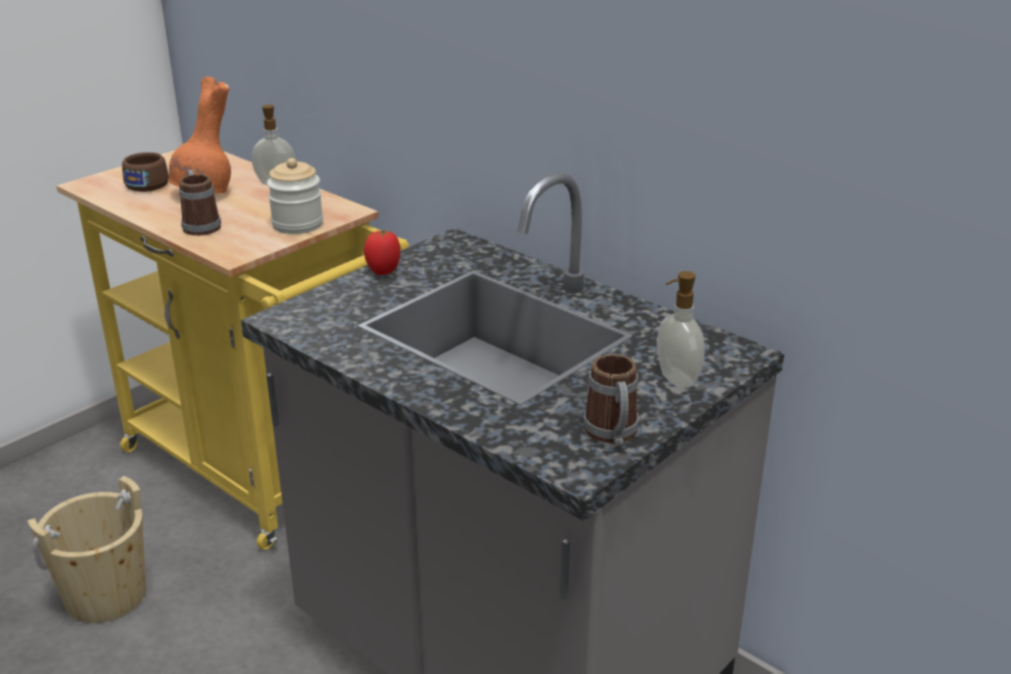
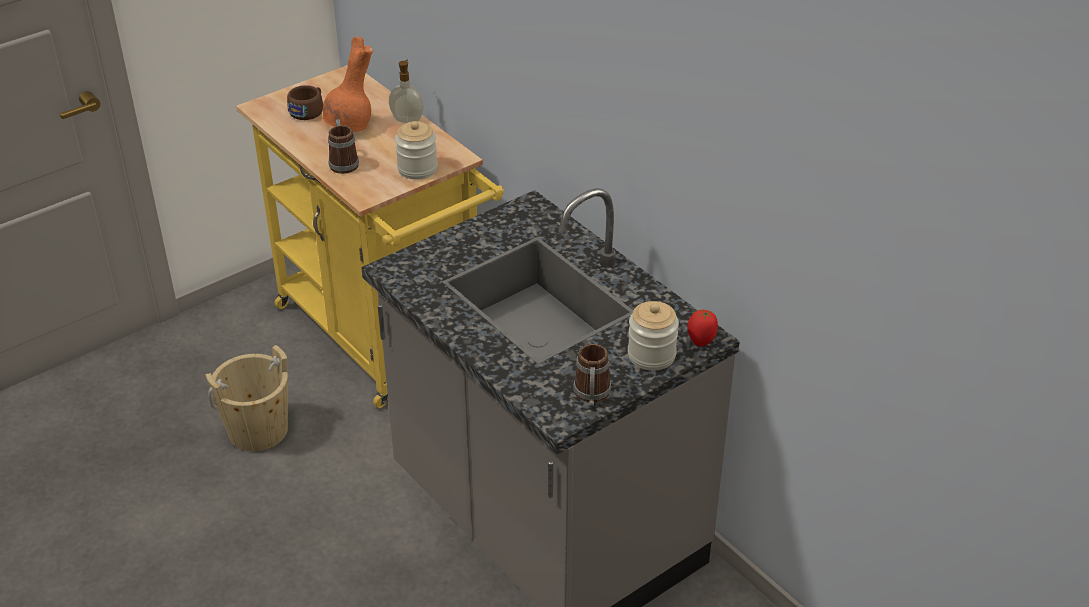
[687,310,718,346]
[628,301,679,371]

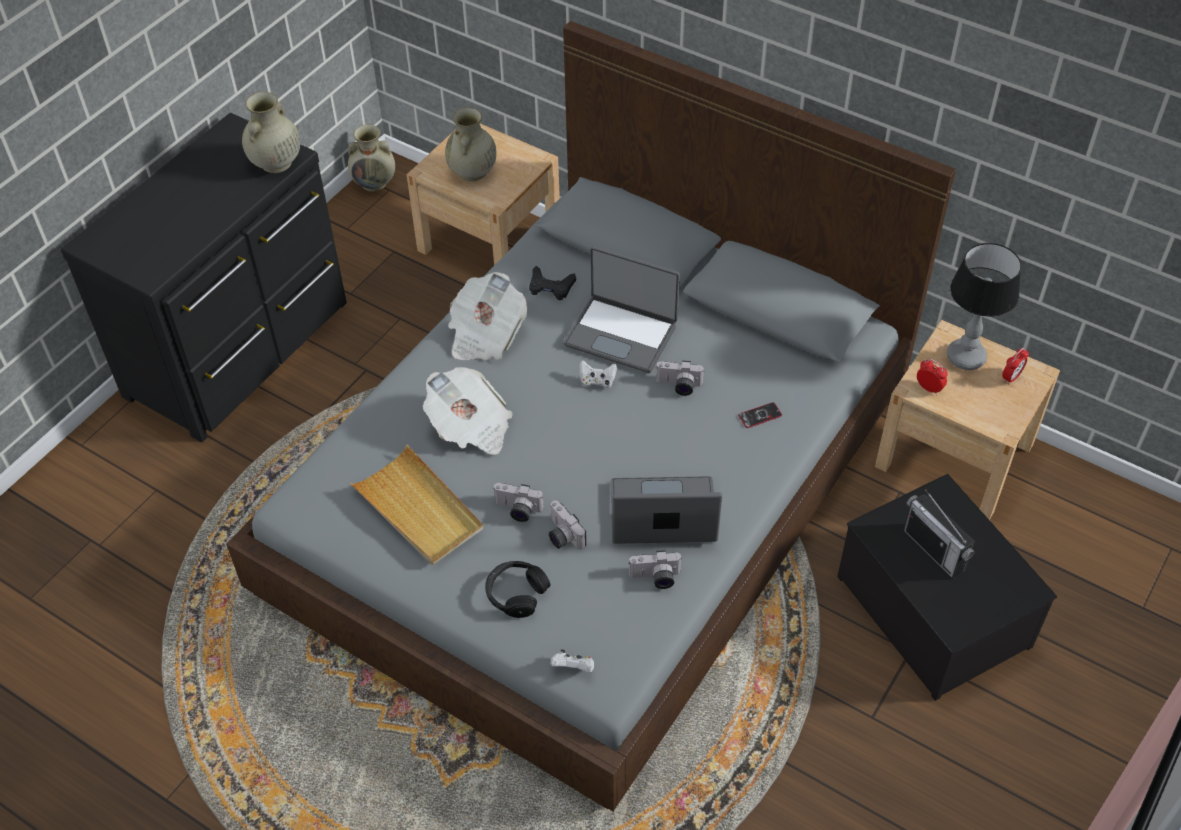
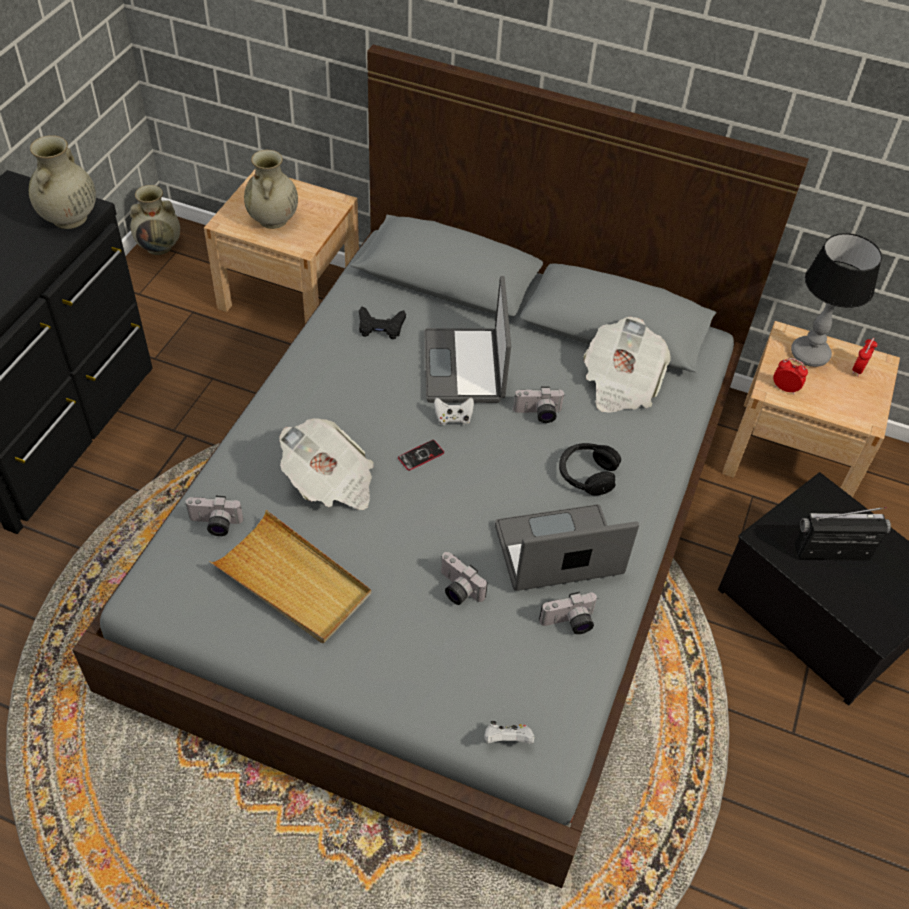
[583,317,671,412]
[559,443,621,496]
[185,496,243,536]
[424,276,511,403]
[398,440,444,471]
[794,507,891,560]

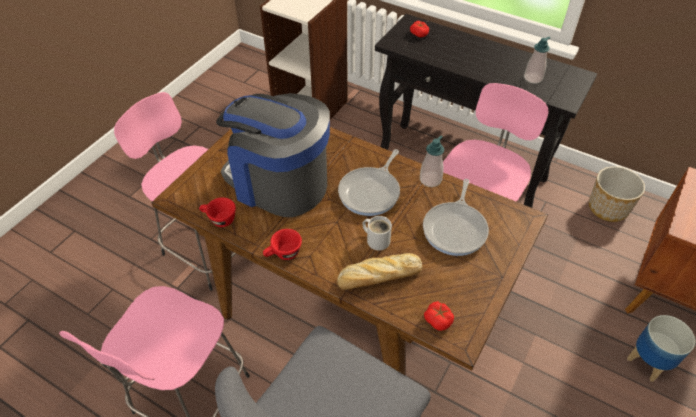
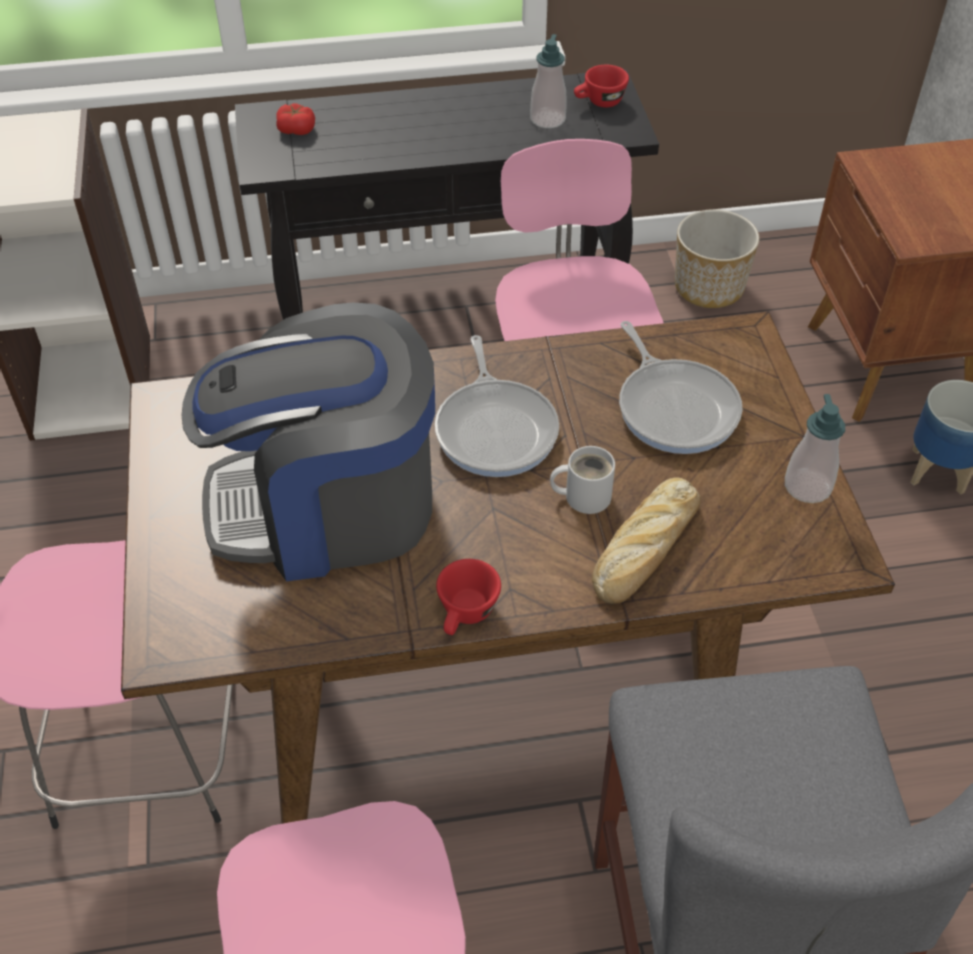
[574,65,629,107]
[785,394,845,503]
[424,301,454,331] (first image)

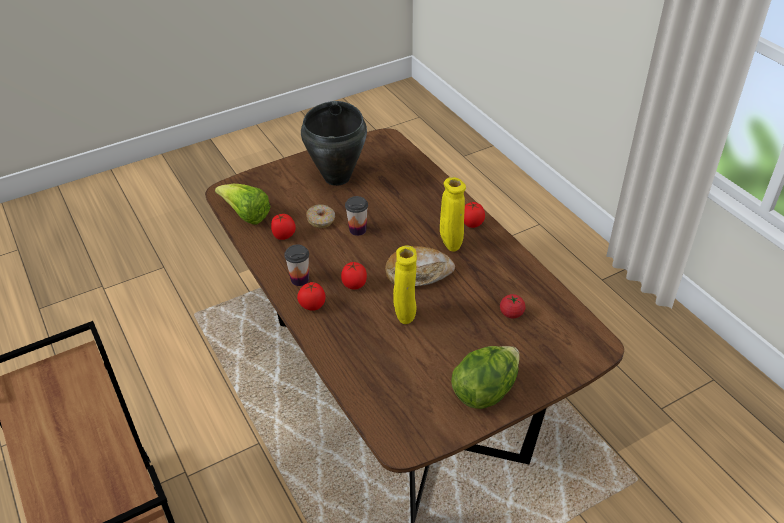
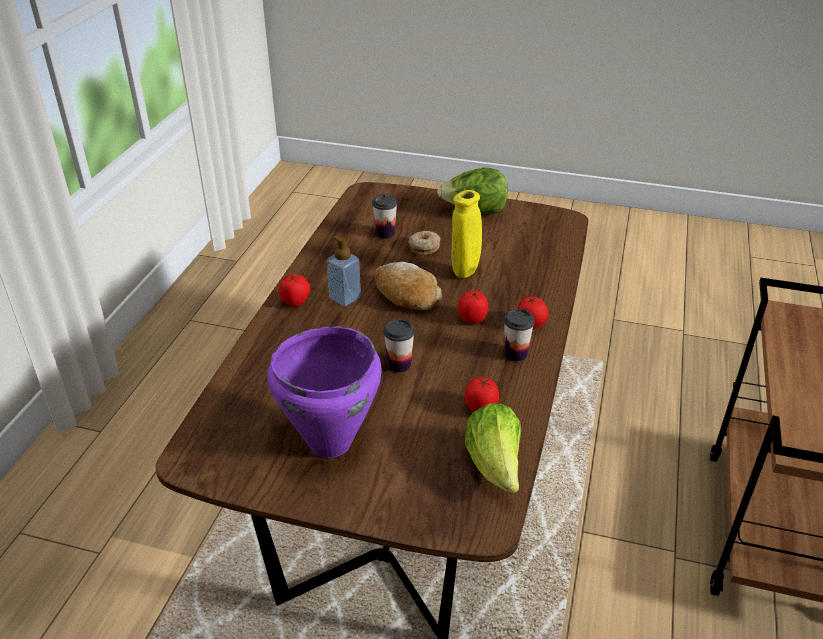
[267,326,382,458]
[409,231,440,255]
[327,235,361,306]
[372,194,397,239]

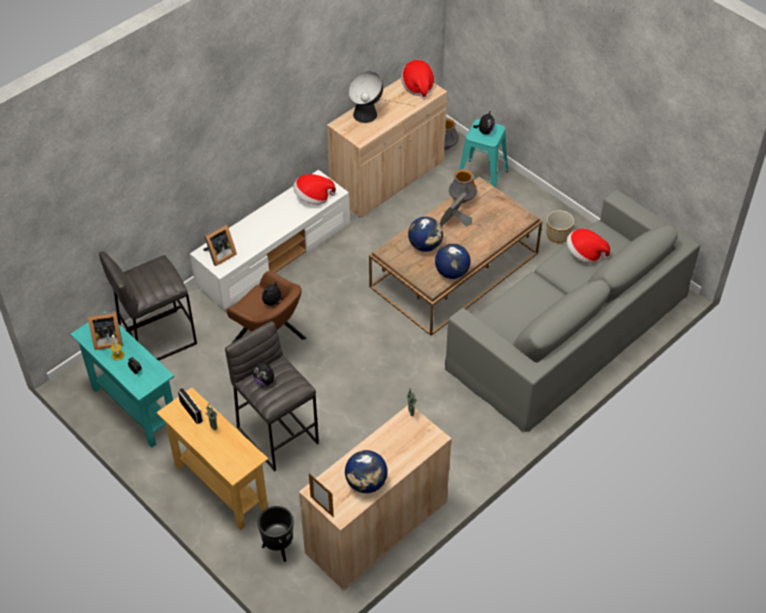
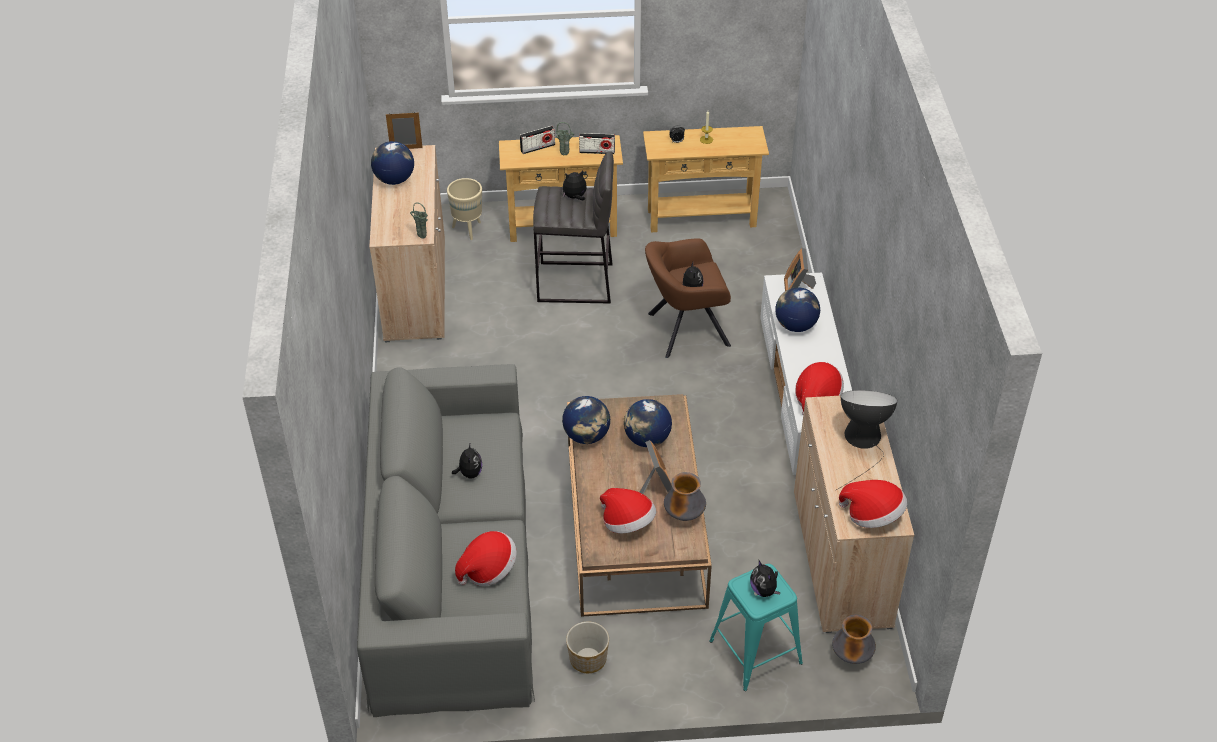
[643,126,769,232]
[88,311,123,350] (first image)
[99,251,197,361] (first image)
[447,178,482,240]
[452,444,482,479]
[520,126,555,154]
[600,488,656,533]
[775,287,820,332]

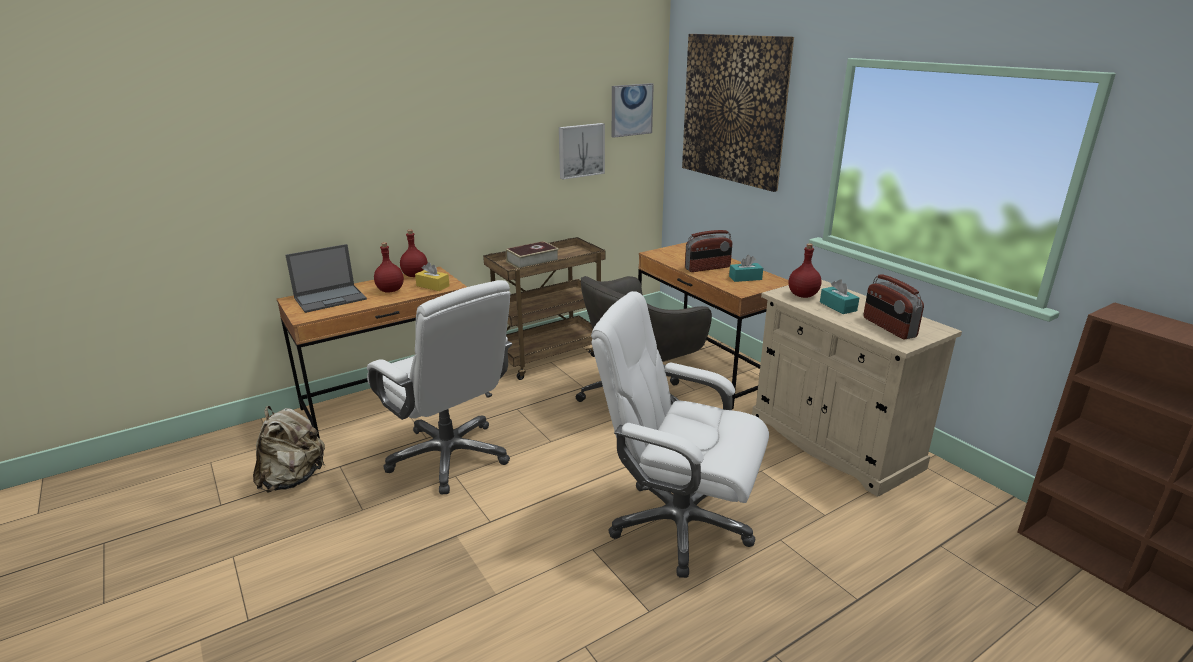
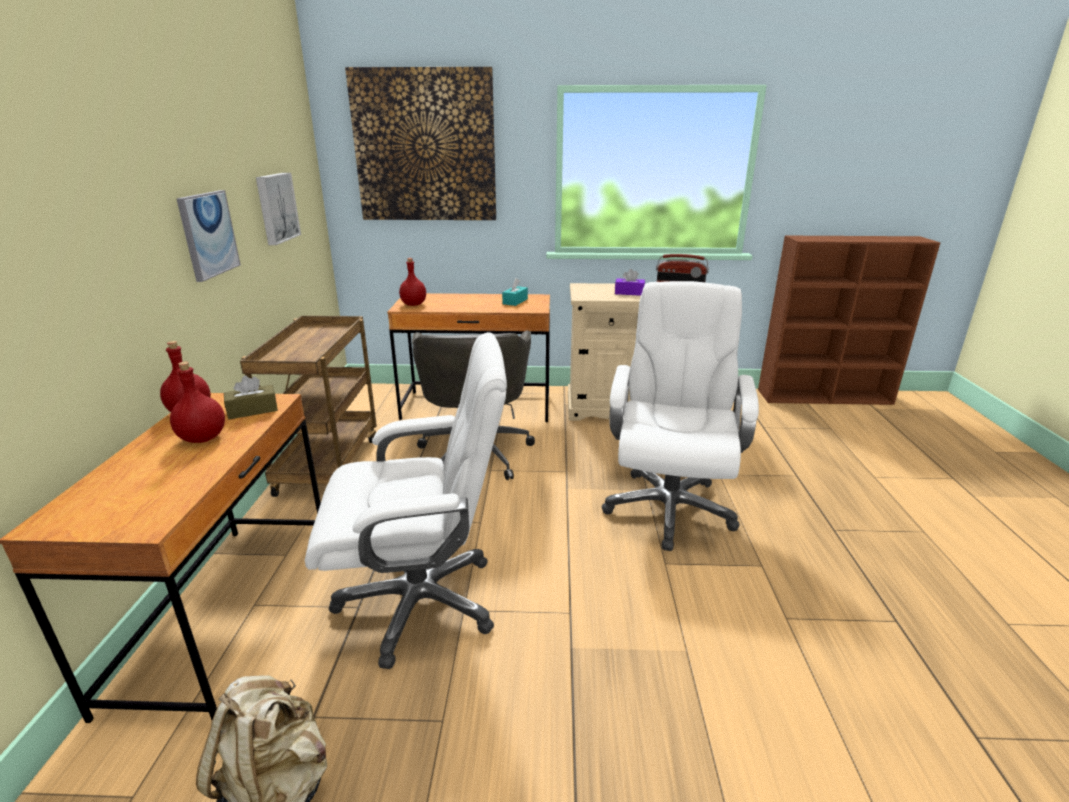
[285,244,367,313] (first image)
[224,375,278,419]
[506,241,559,268] (first image)
[602,281,759,551]
[176,190,241,282]
[685,230,732,272] (first image)
[399,258,426,306]
[615,269,645,296]

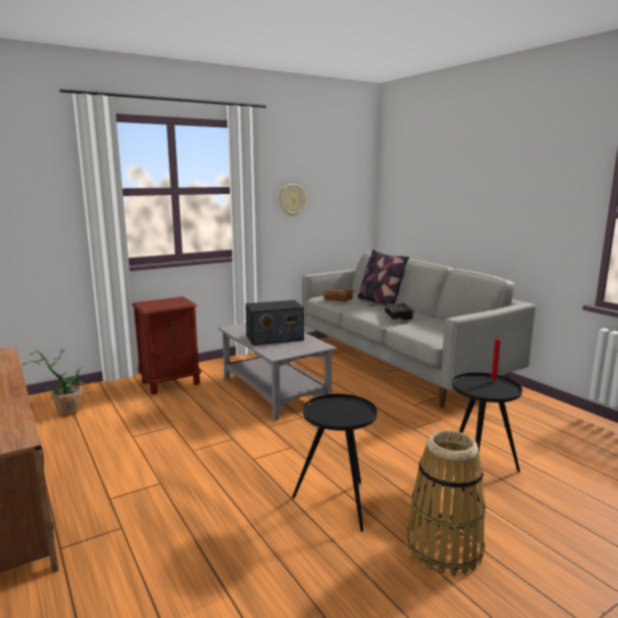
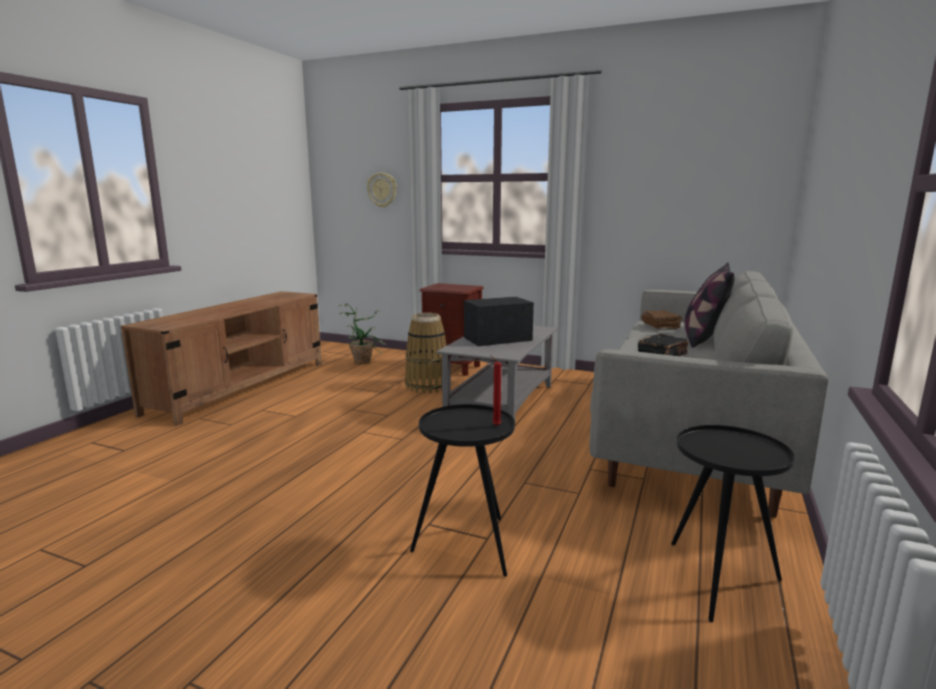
[464,297,534,346]
[367,173,397,208]
[671,425,795,622]
[405,313,446,394]

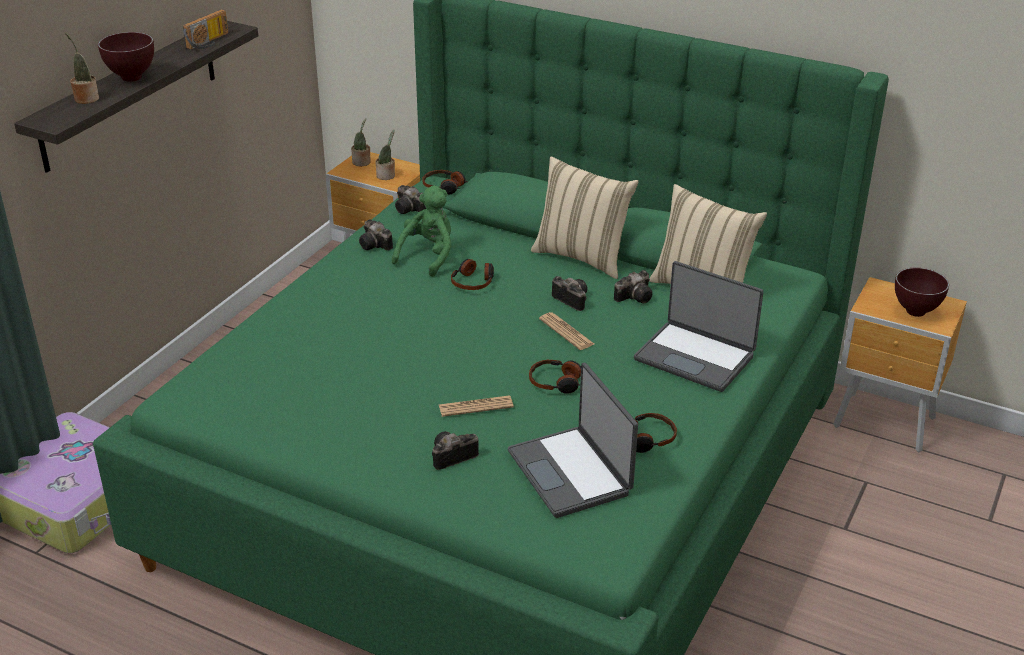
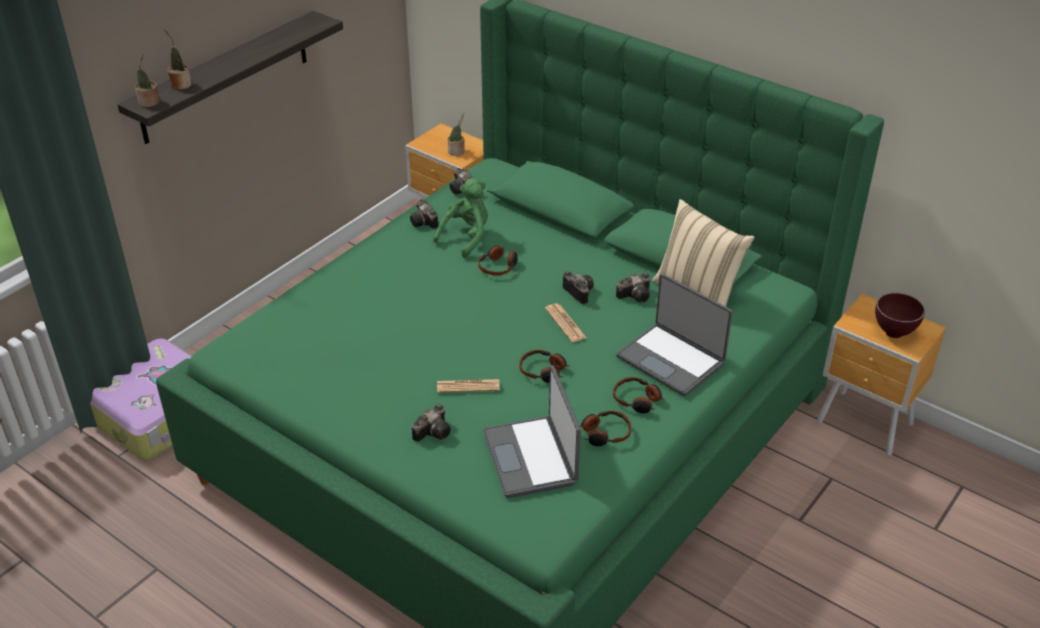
[98,32,154,82] (first image)
[183,9,228,50] (first image)
[135,54,160,107]
[613,377,664,413]
[412,404,451,442]
[531,157,639,279] (first image)

